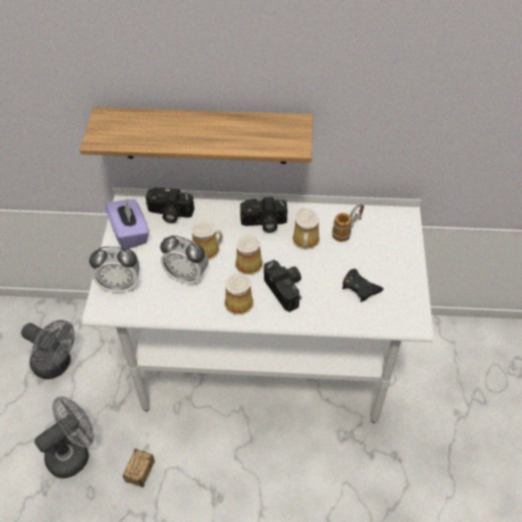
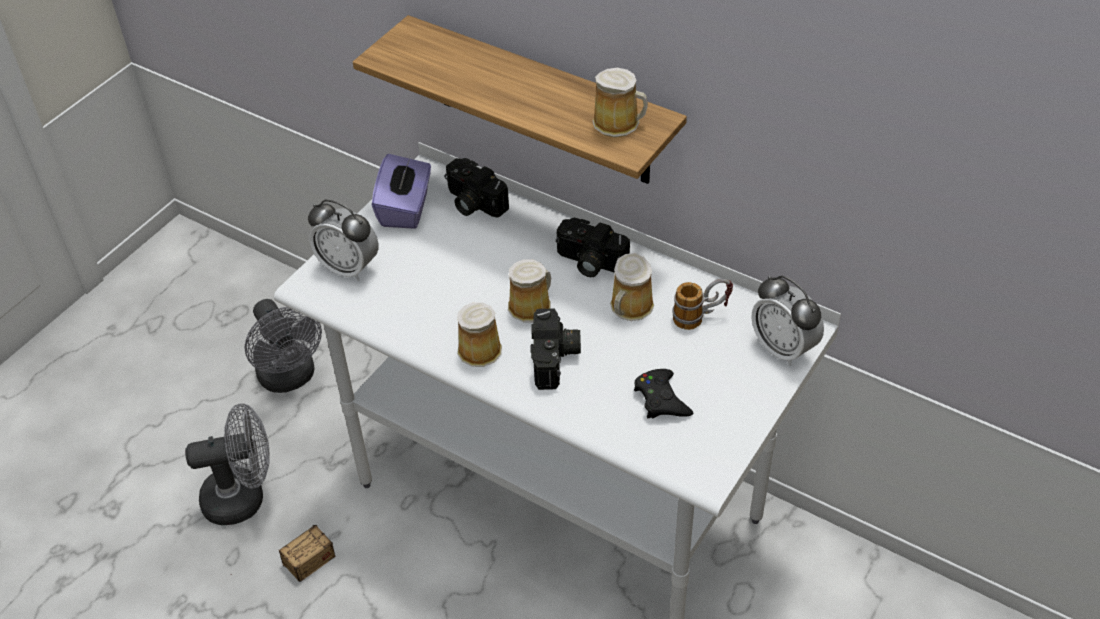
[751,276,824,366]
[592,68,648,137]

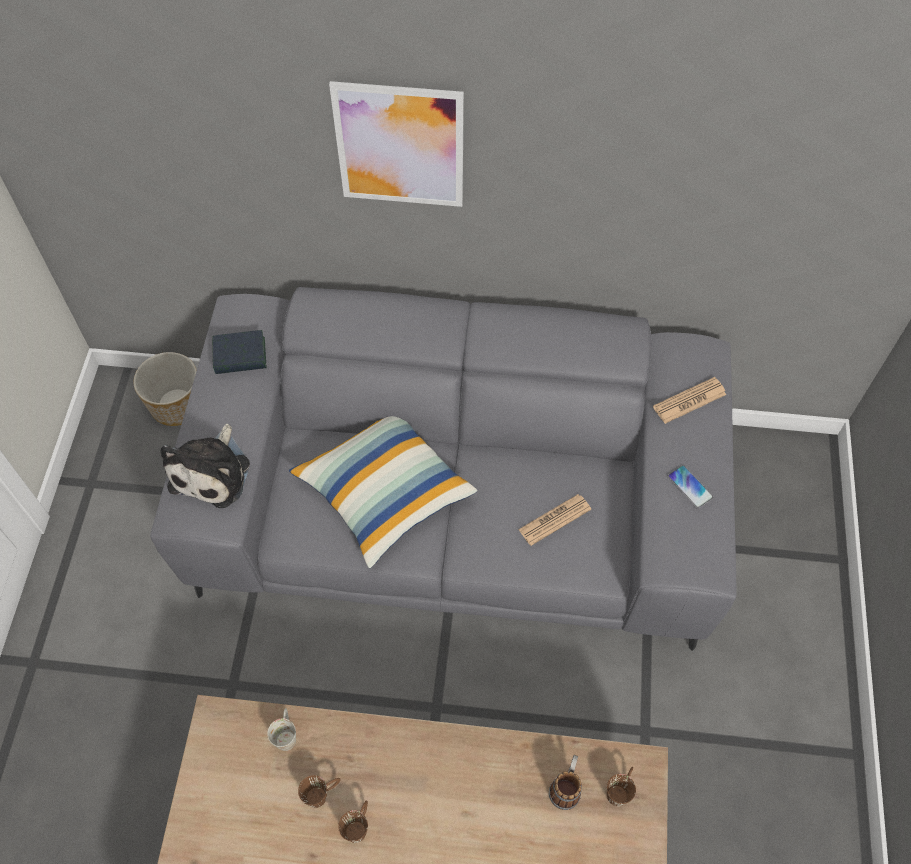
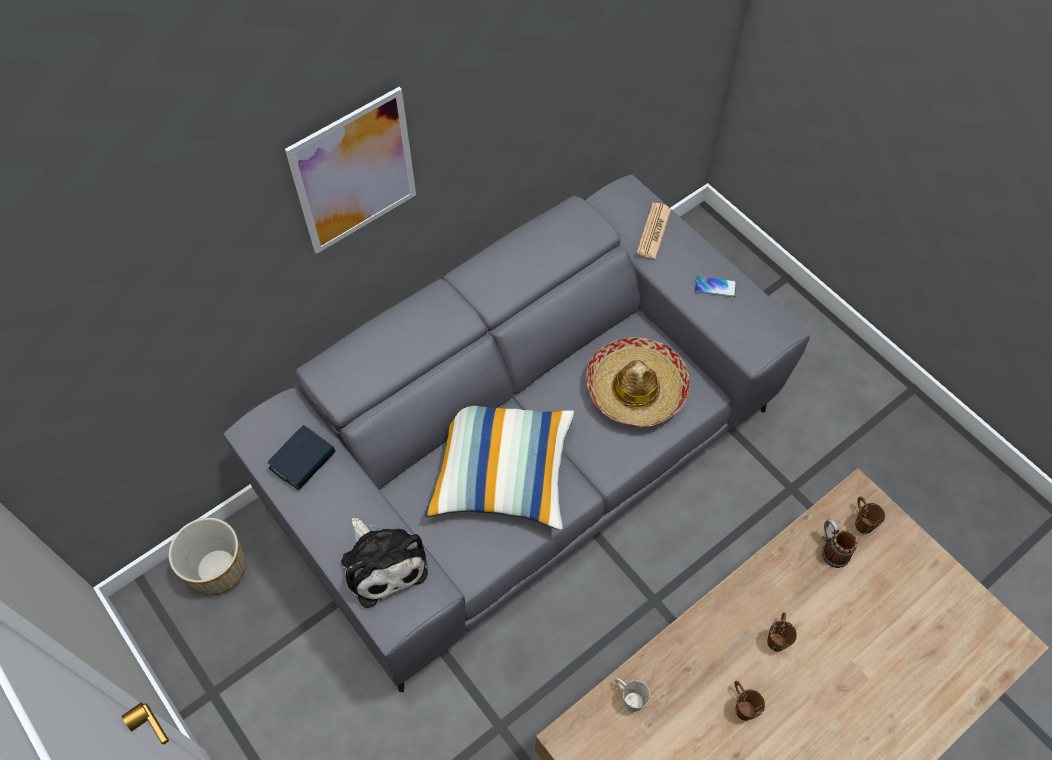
[767,612,797,652]
[586,337,691,427]

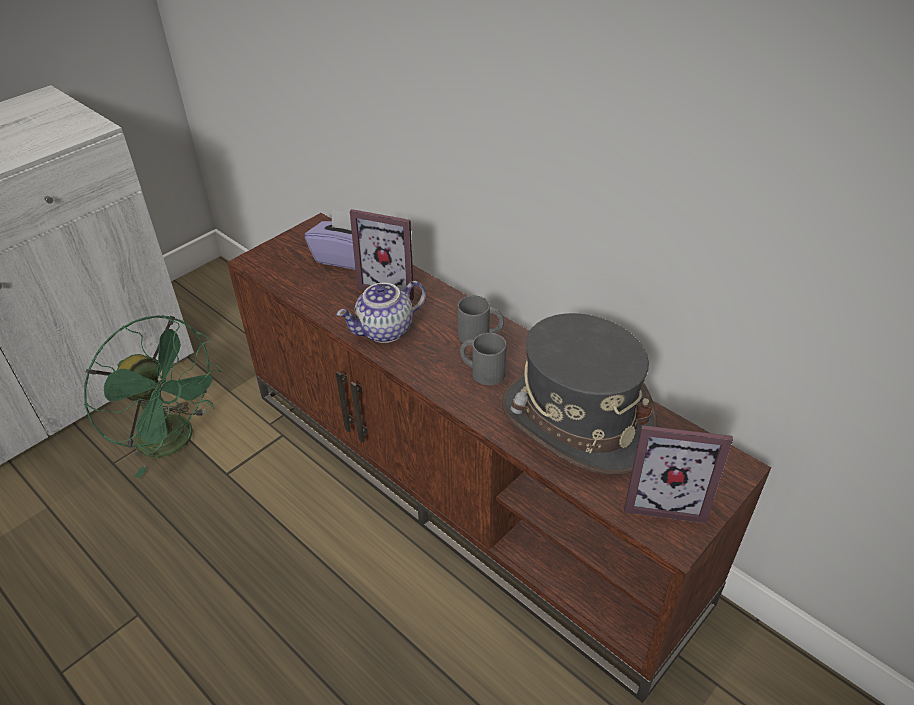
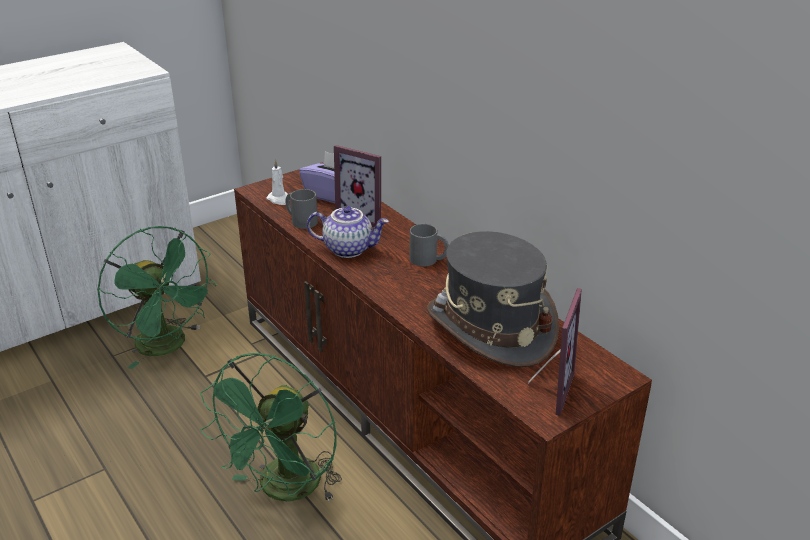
[307,206,389,258]
[286,189,318,229]
[527,288,582,416]
[200,353,342,502]
[266,159,288,205]

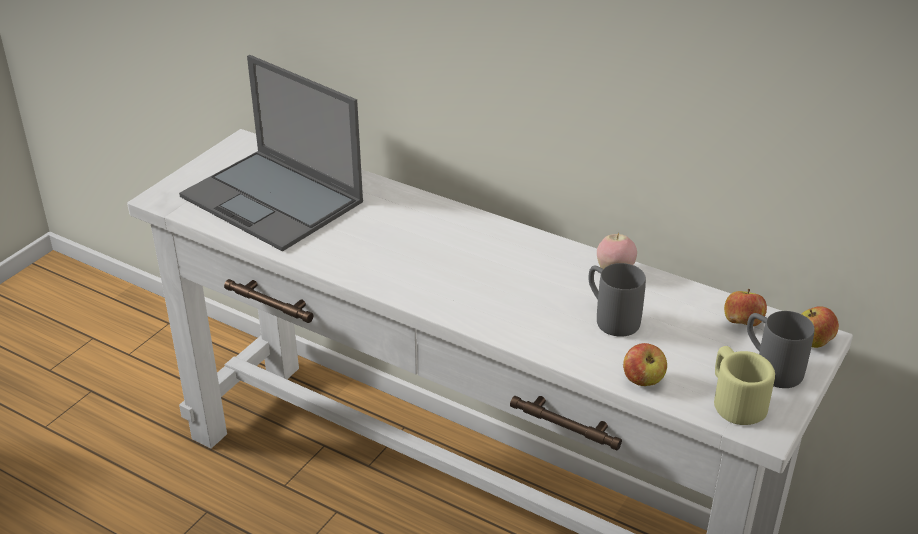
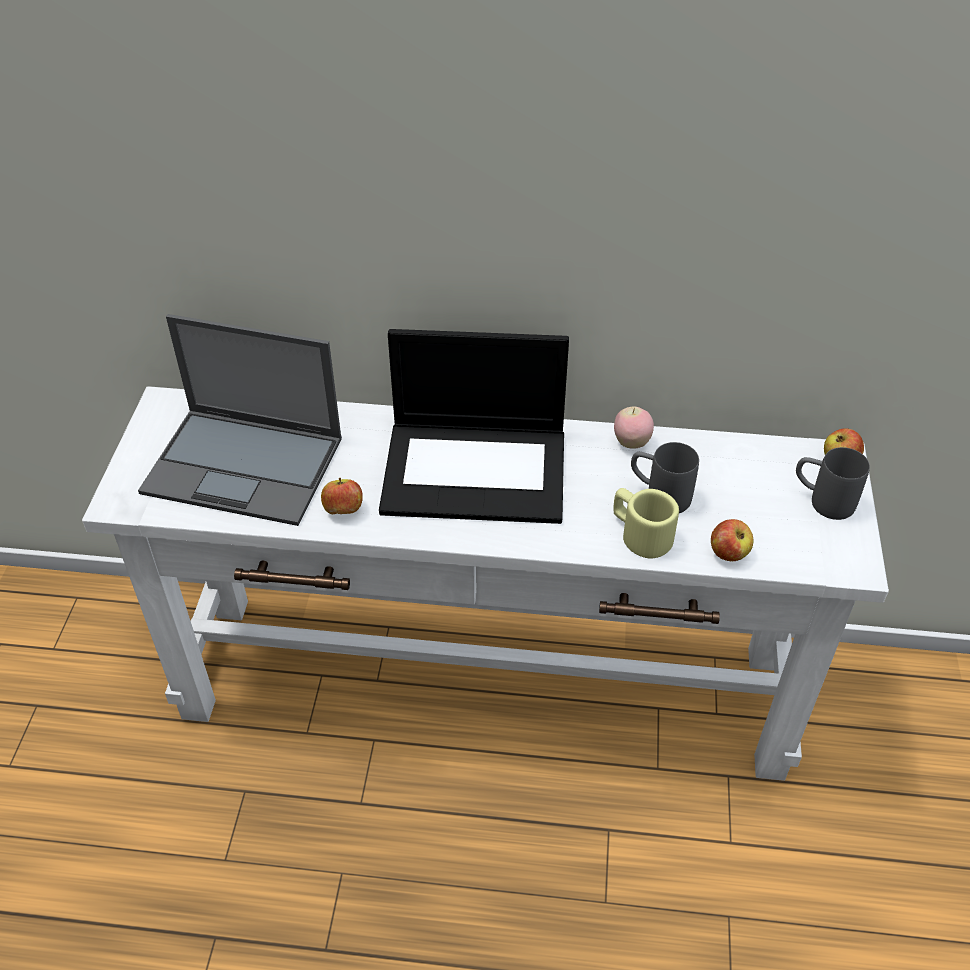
[614,488,679,558]
[321,478,363,514]
[379,329,569,524]

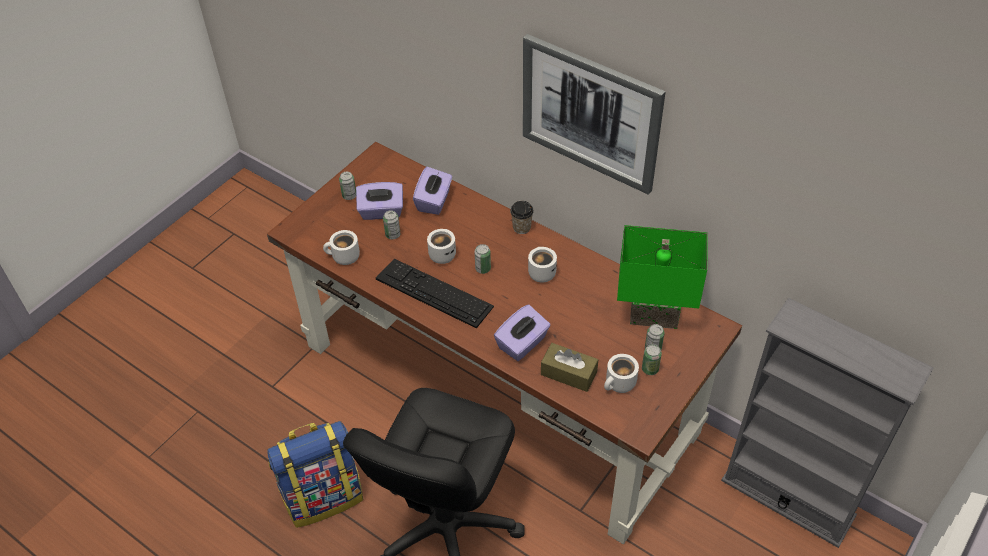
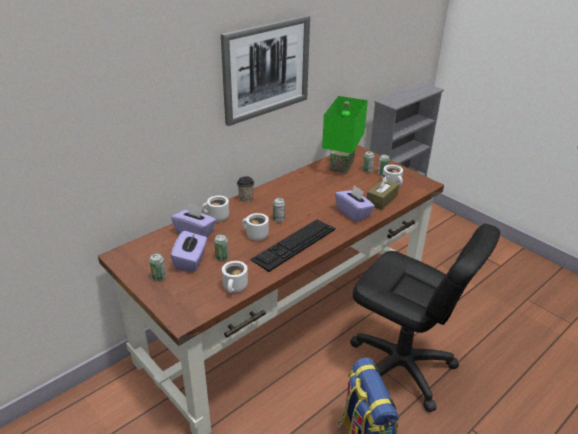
[202,195,229,221]

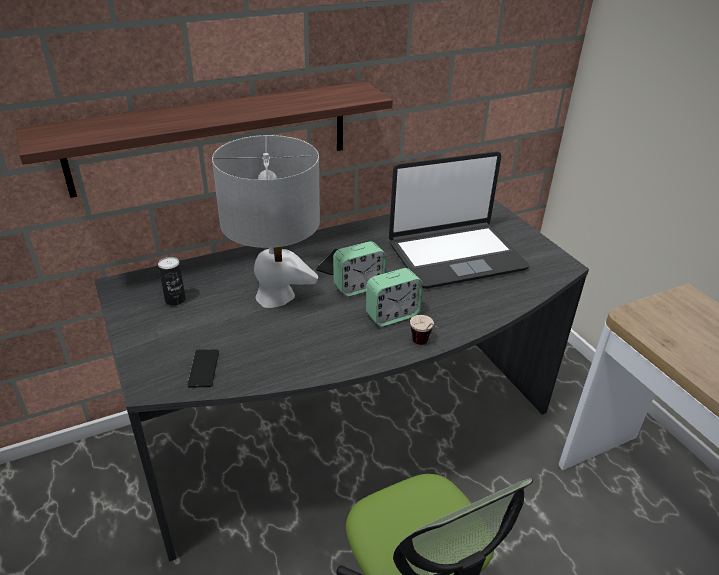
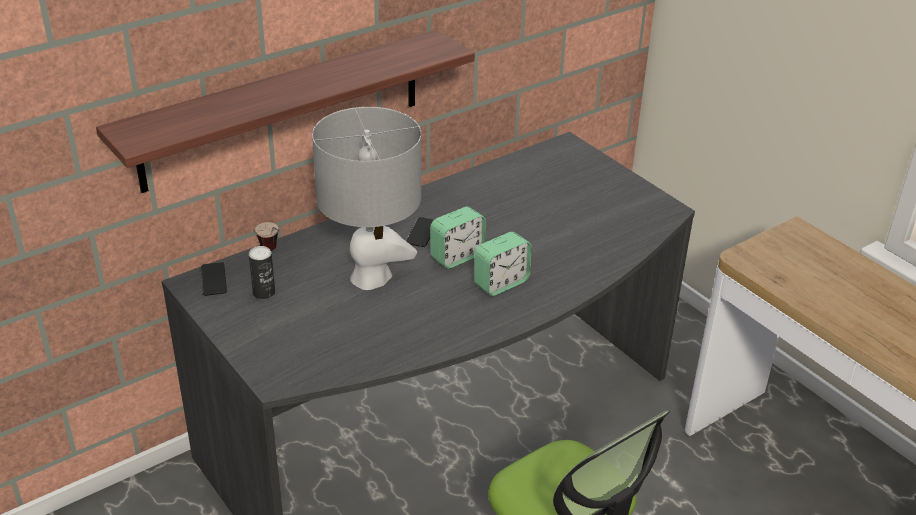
[201,262,227,296]
[389,151,529,289] (first image)
[255,222,280,251]

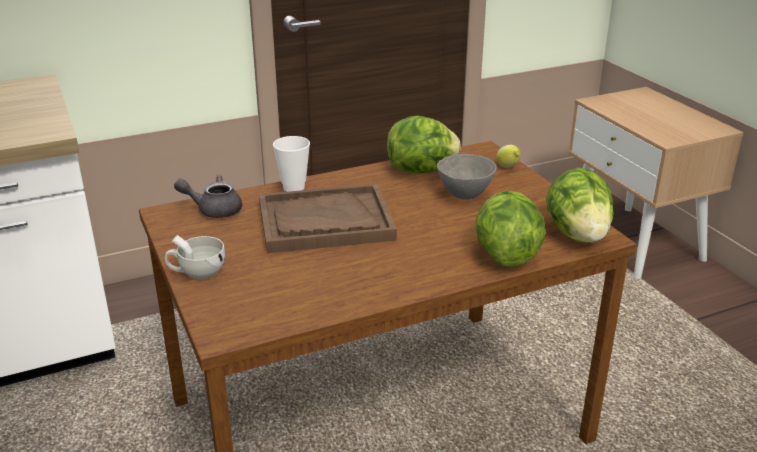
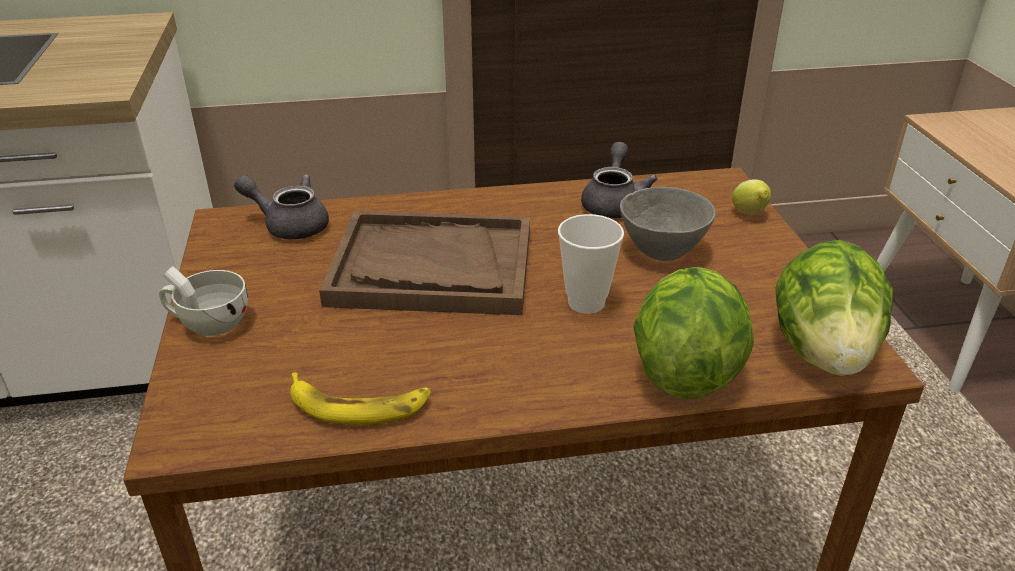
[558,214,624,314]
[581,142,658,218]
[290,372,431,425]

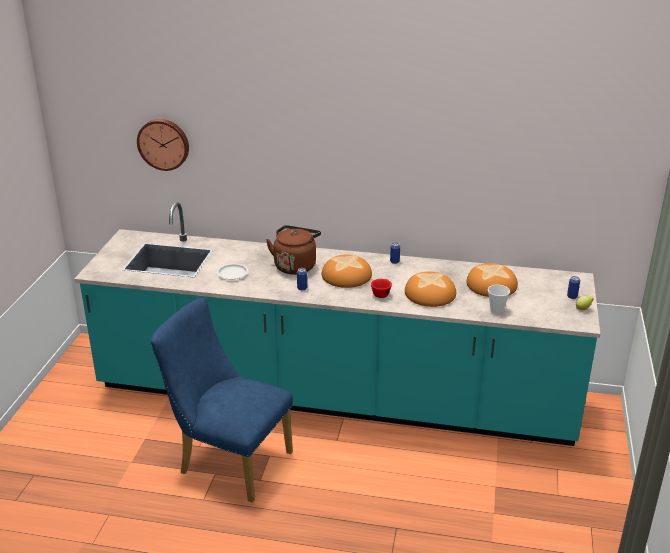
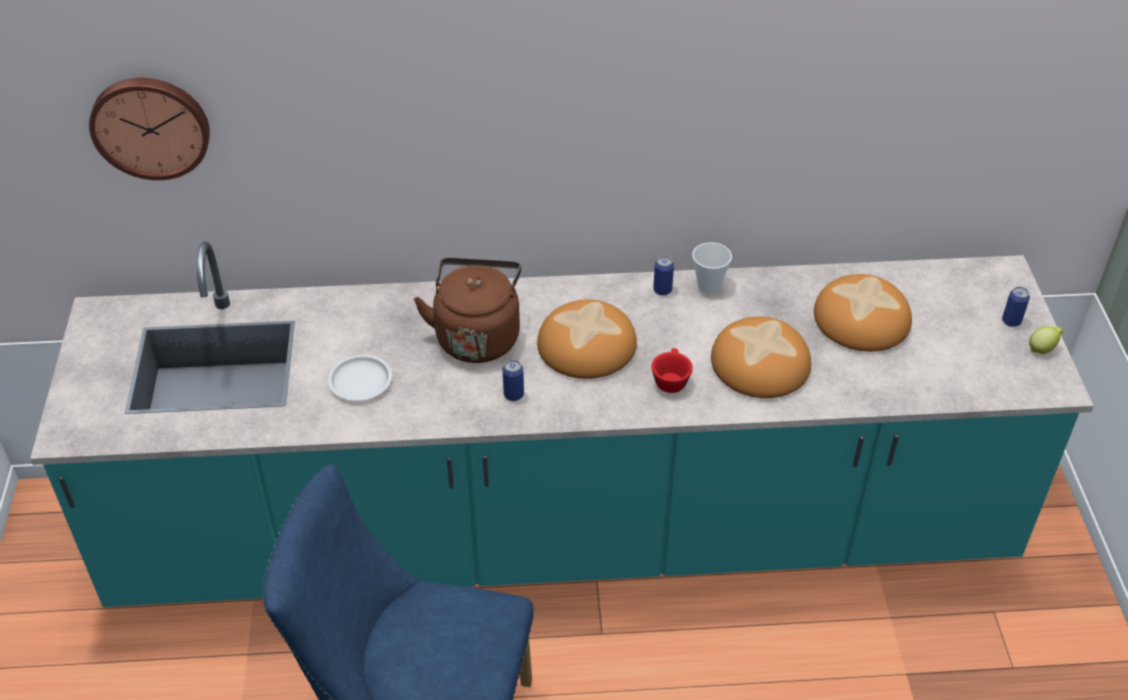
[692,242,732,293]

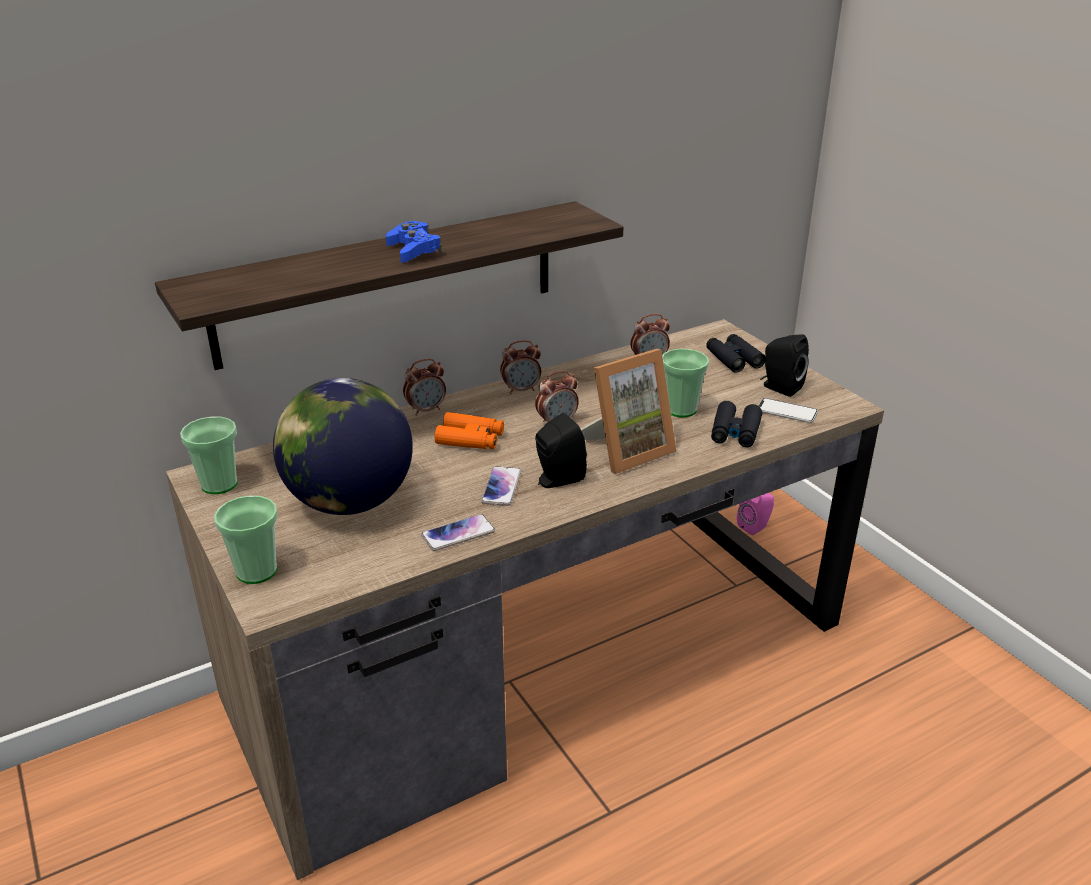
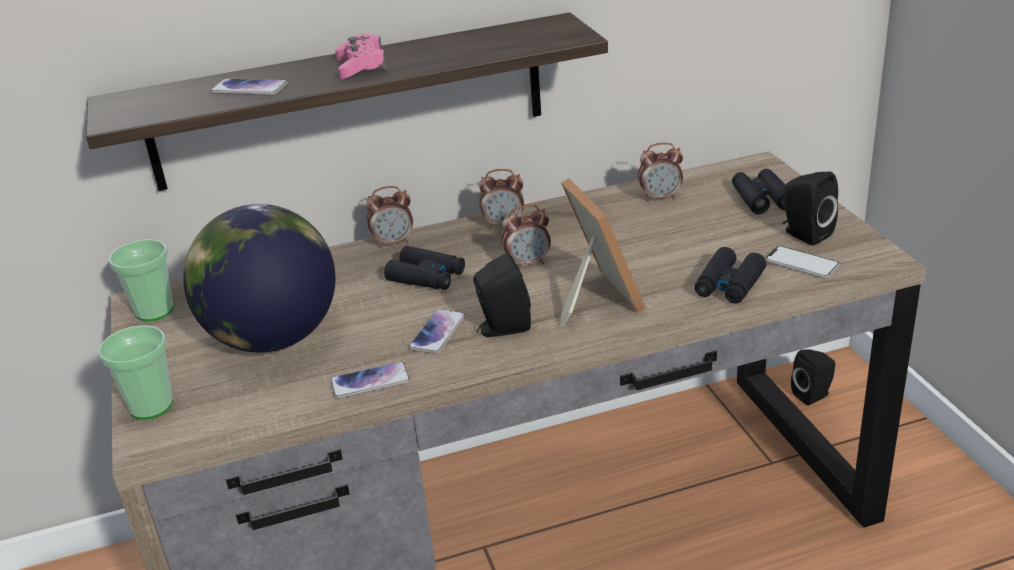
[335,34,387,80]
[384,246,465,290]
[560,178,646,327]
[662,349,709,417] (first image)
[791,350,835,406]
[210,79,288,96]

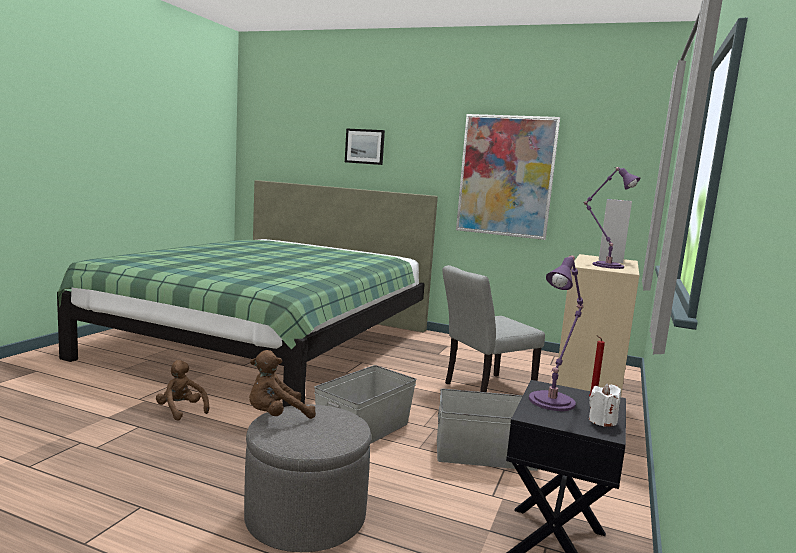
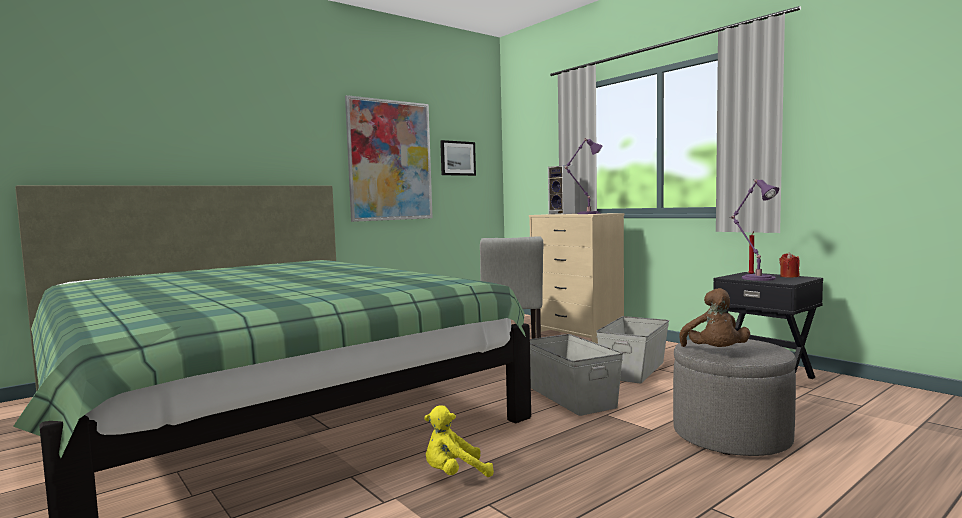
[424,405,494,477]
[440,140,476,176]
[779,253,800,278]

